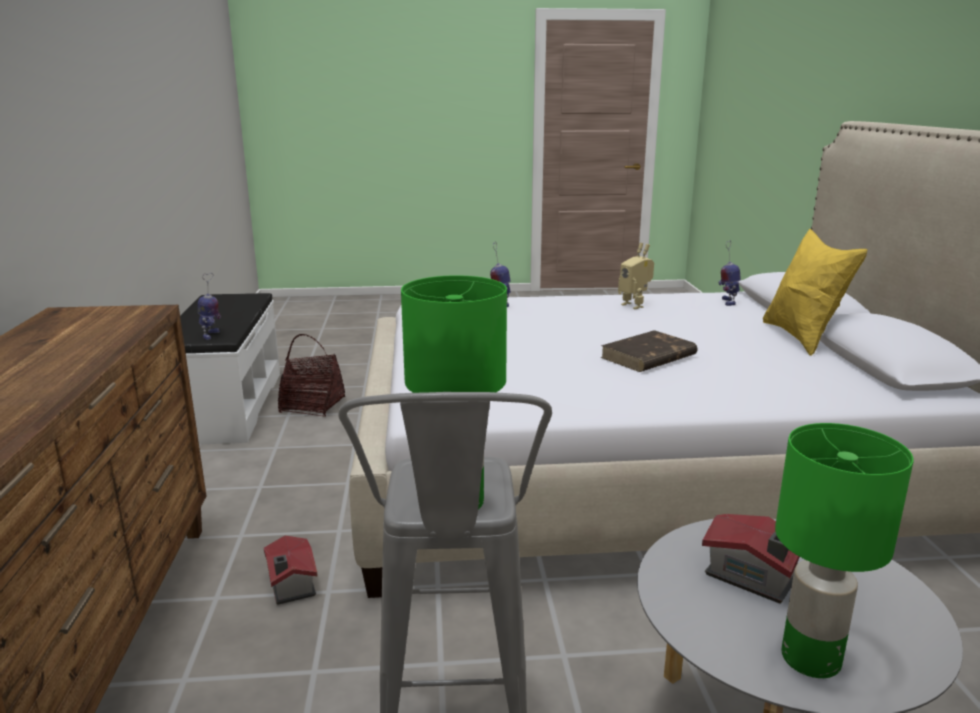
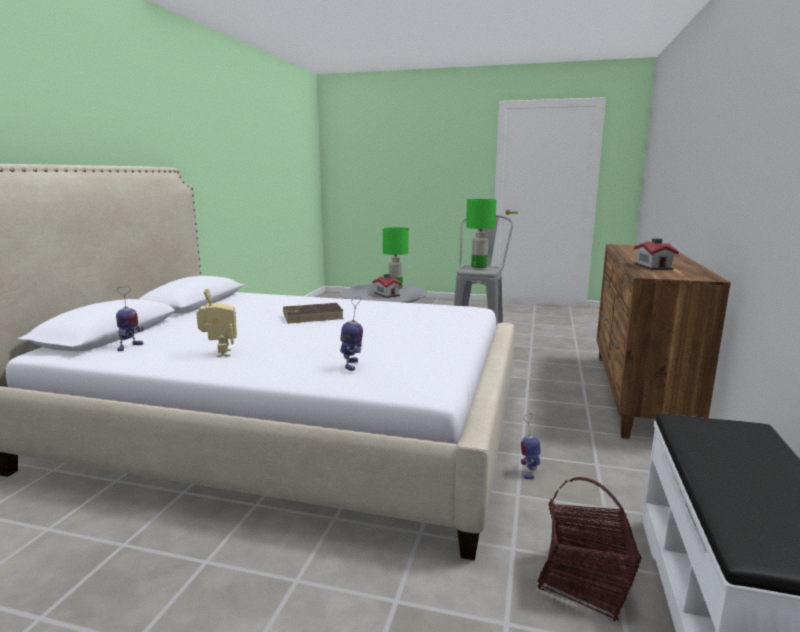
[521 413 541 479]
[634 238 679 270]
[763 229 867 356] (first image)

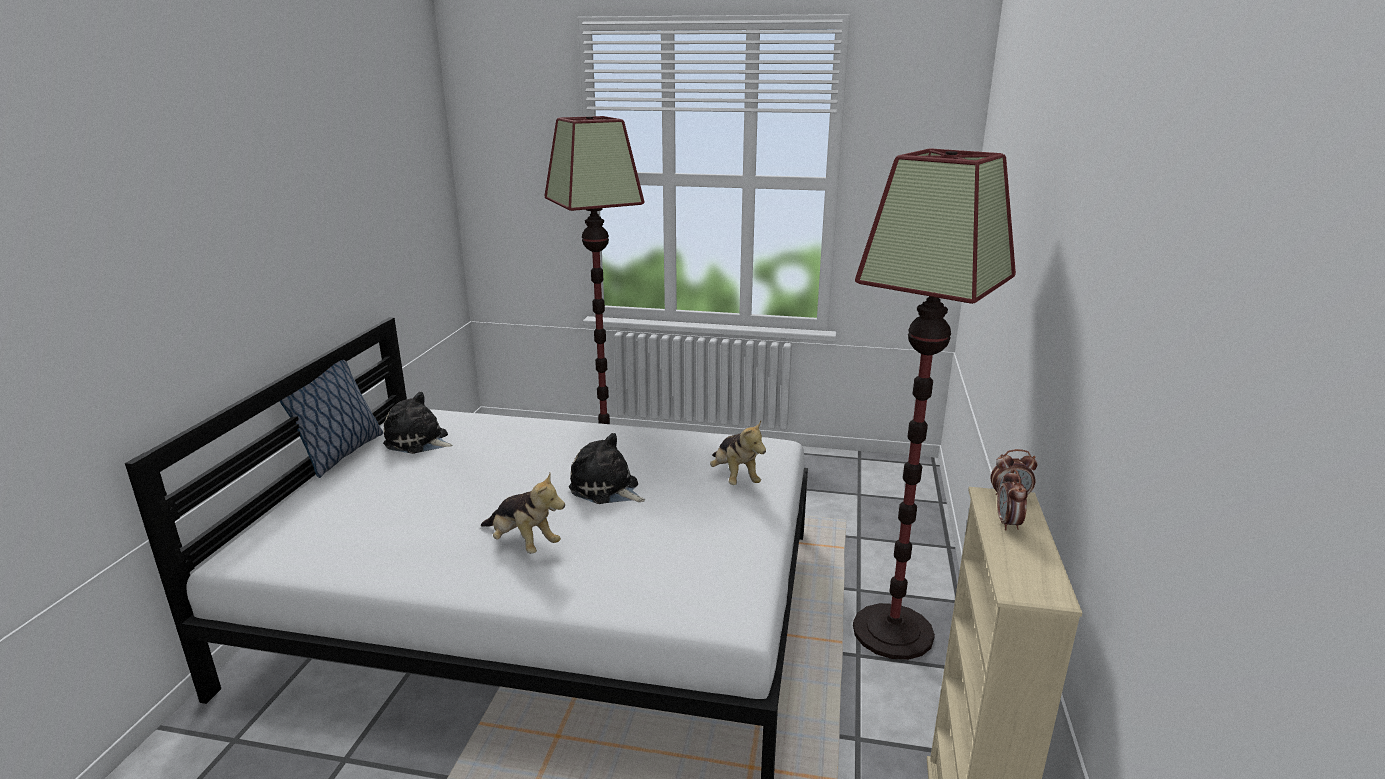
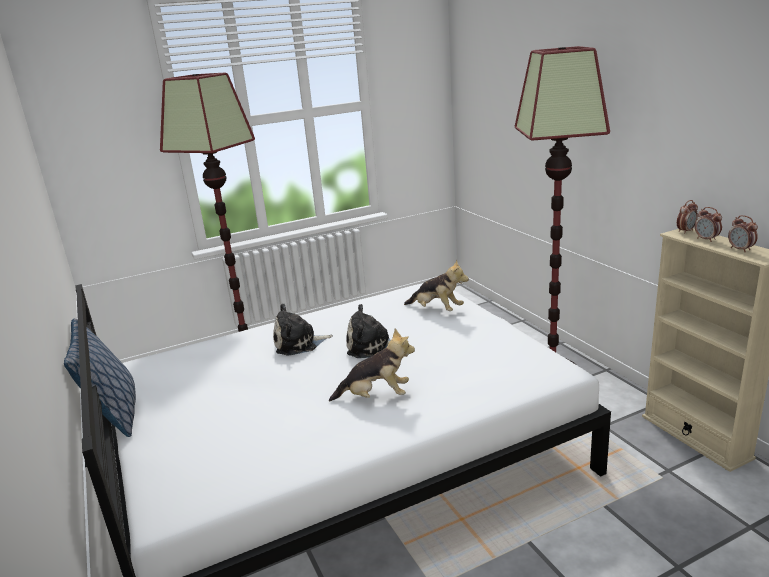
[273 303 333 356]
[728 215 758 253]

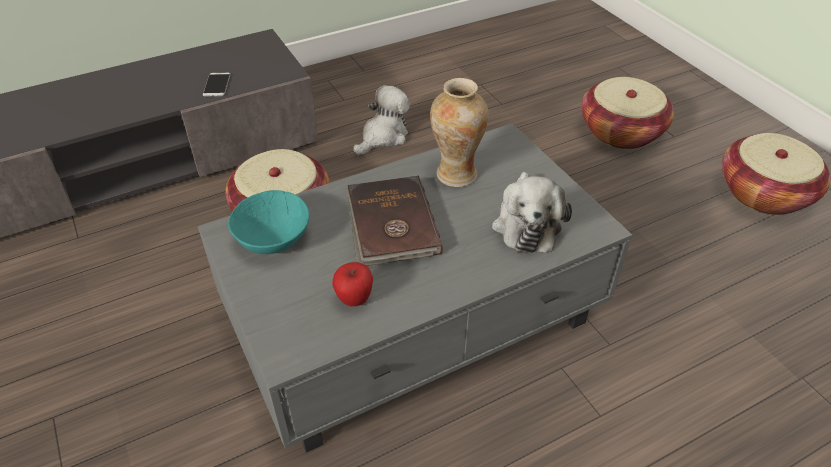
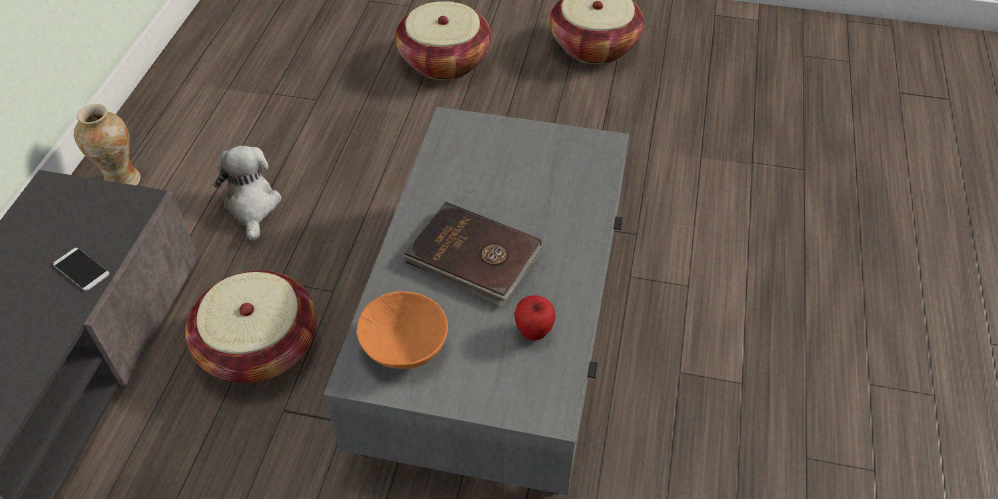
[357 291 448 369]
[74 104 140 186]
[492 172 572 253] (first image)

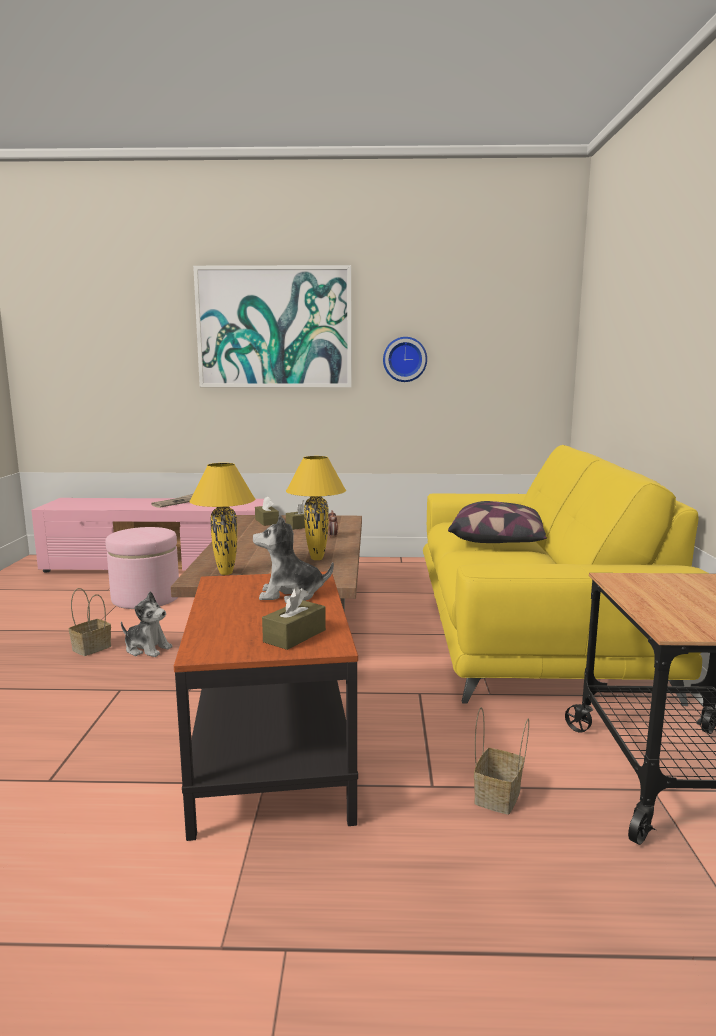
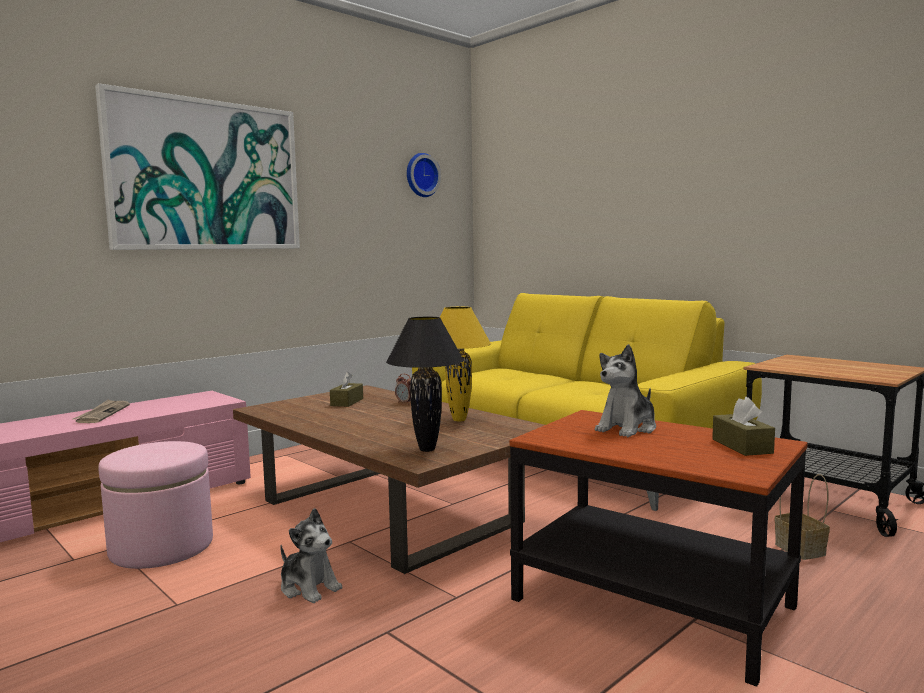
[69 588 111 656] (first image)
[280 508 342 603]
[386 317 464 452]
[255 496 279 526] (first image)
[407 153 441 197]
[448 501 547 543] (first image)

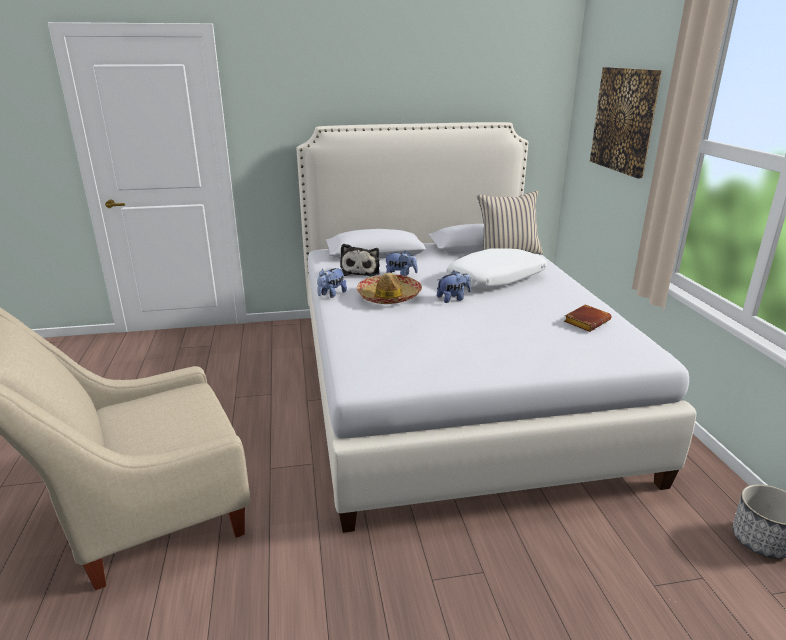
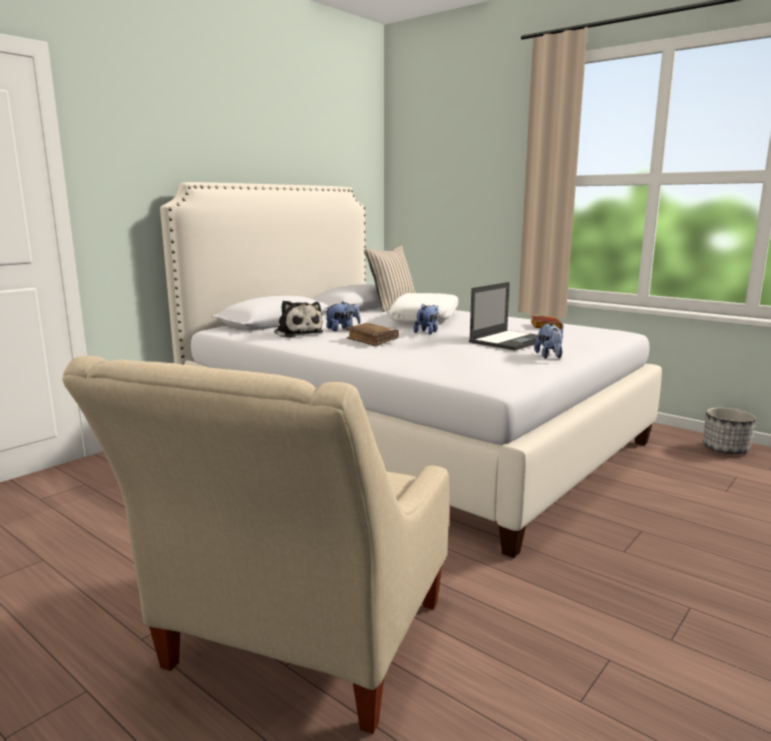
[534 324 563 359]
[346 323 399 347]
[590 67 662 178] (first image)
[469 282 538 351]

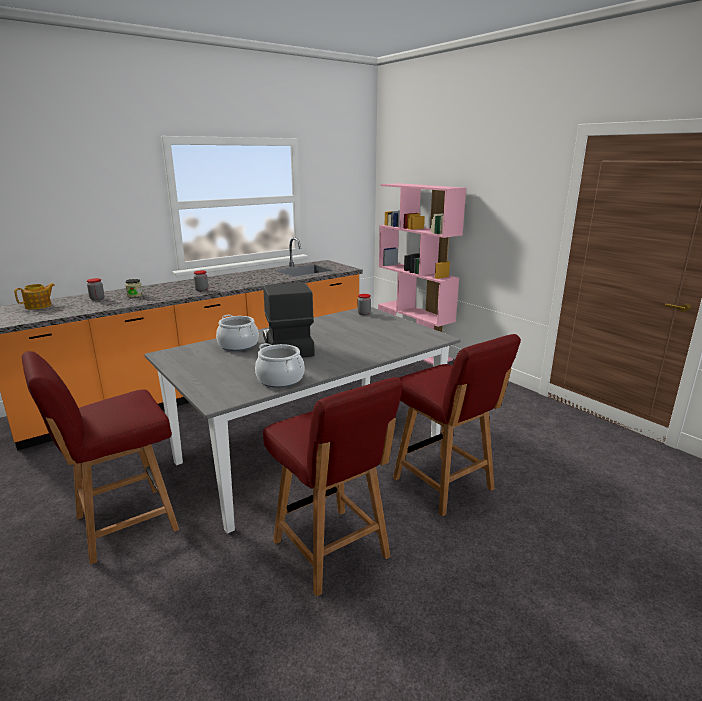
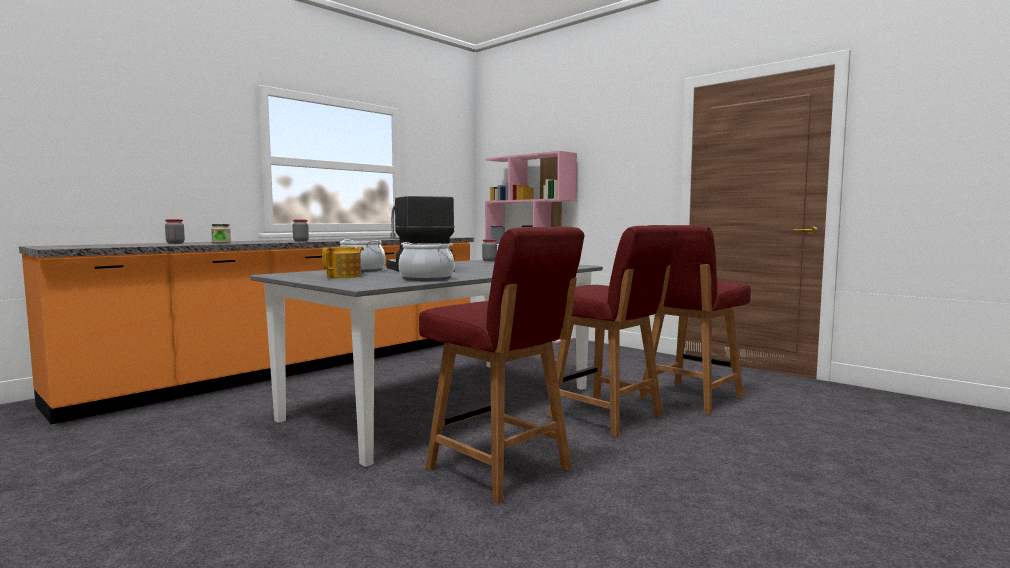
[322 246 364 278]
[640 225 751 415]

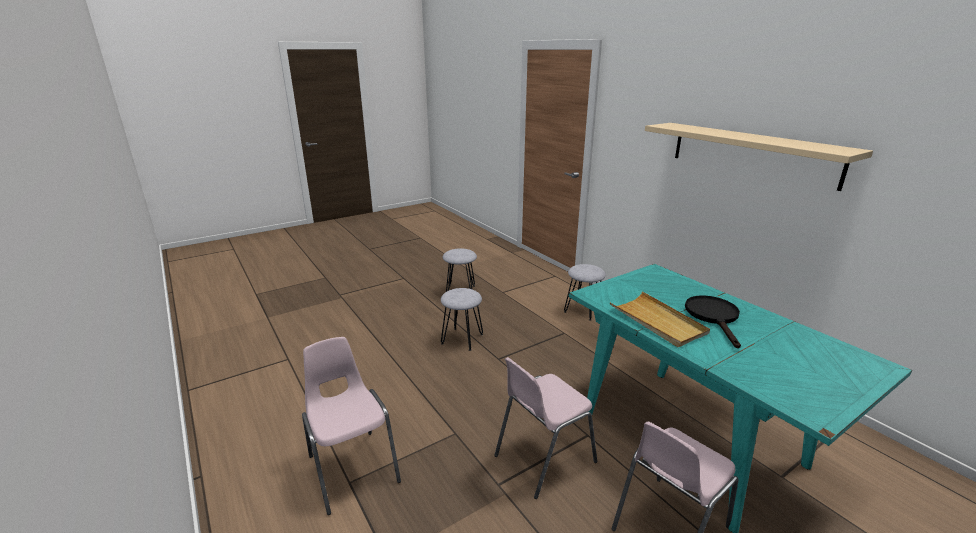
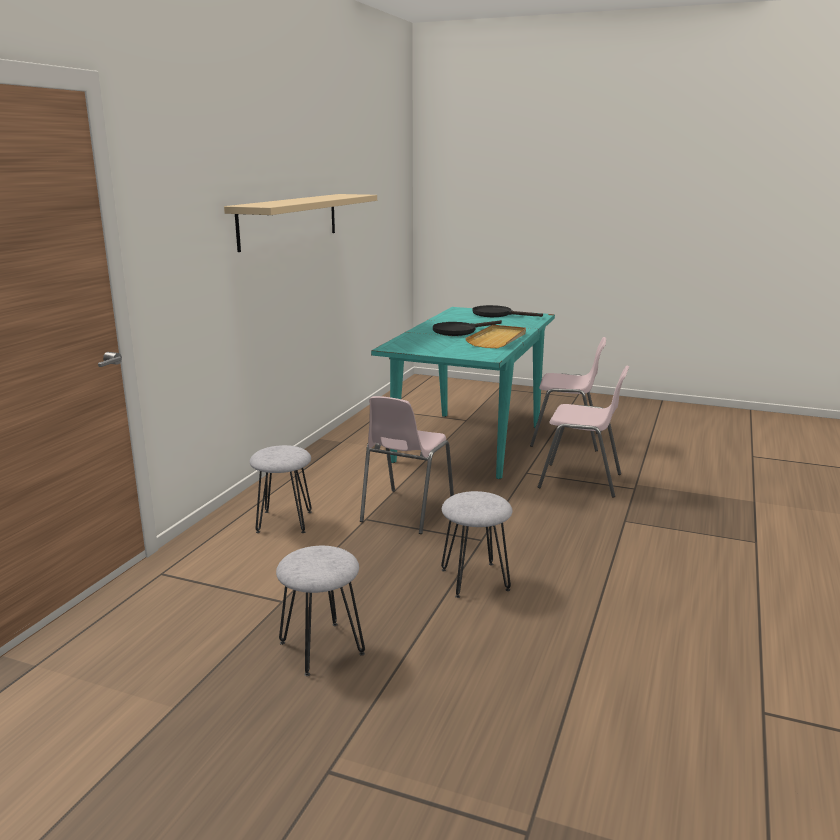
[360 396 454 534]
[472 305 543 317]

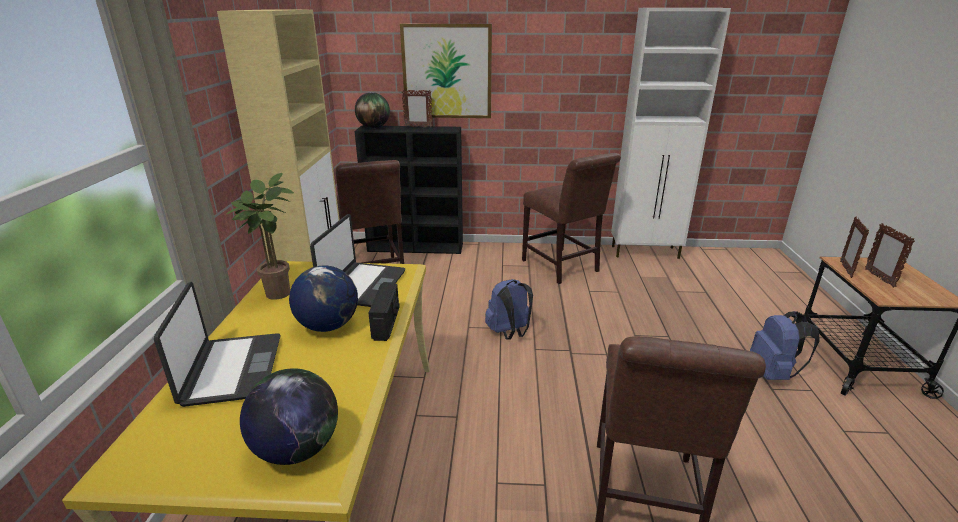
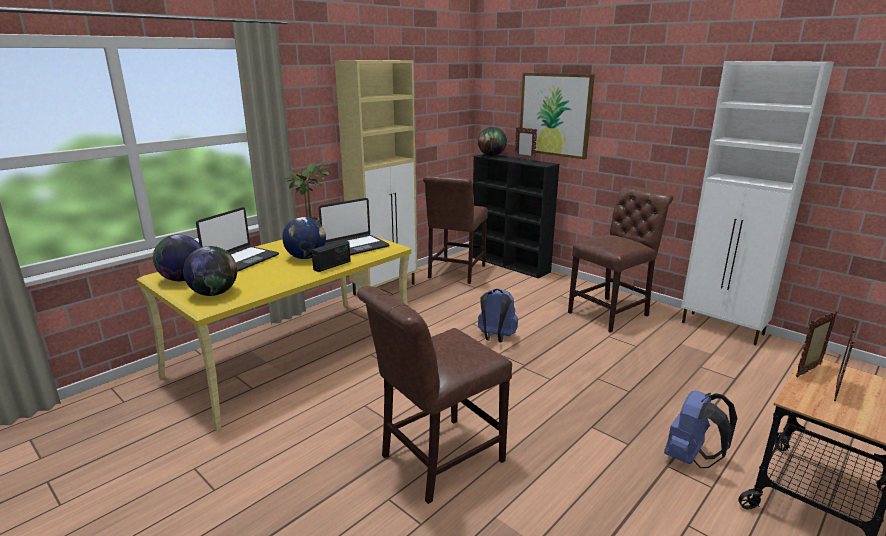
[568 185 673 333]
[153 234 201 281]

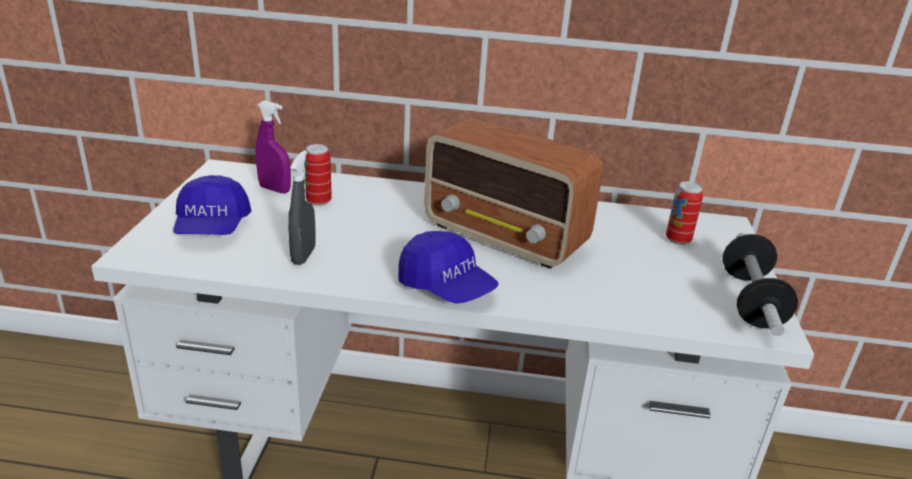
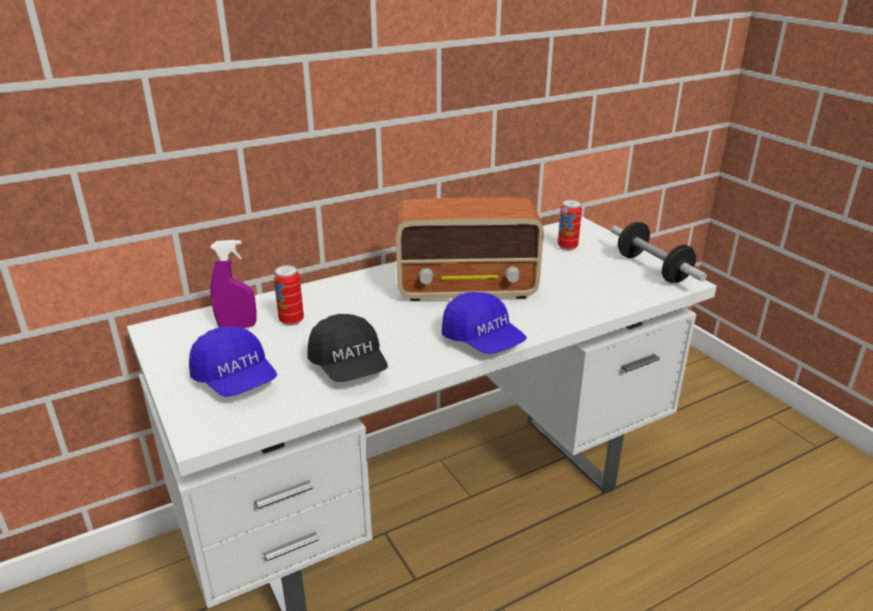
[307 314 388 382]
[442 292 527 354]

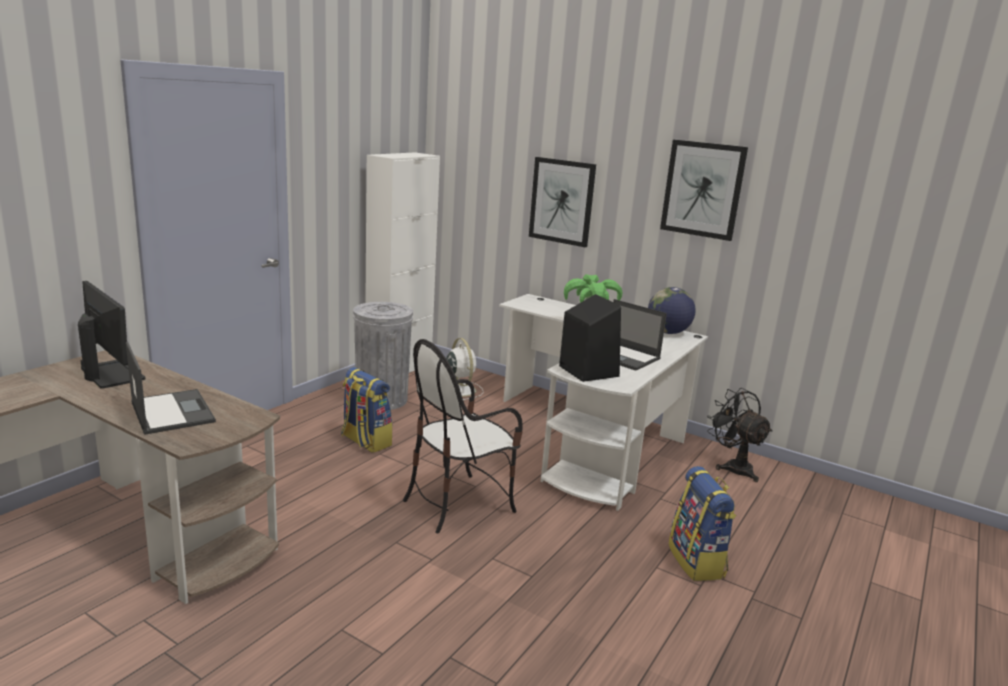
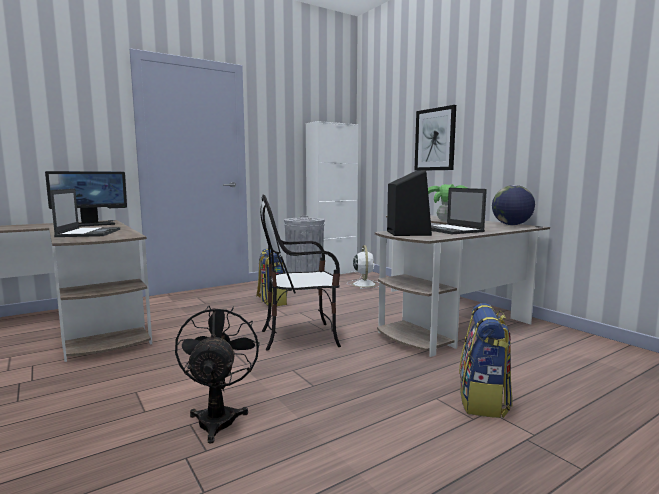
[45 171 127 227]
[375 215 550 357]
[660 140 748 241] (first image)
[175 306 260 444]

